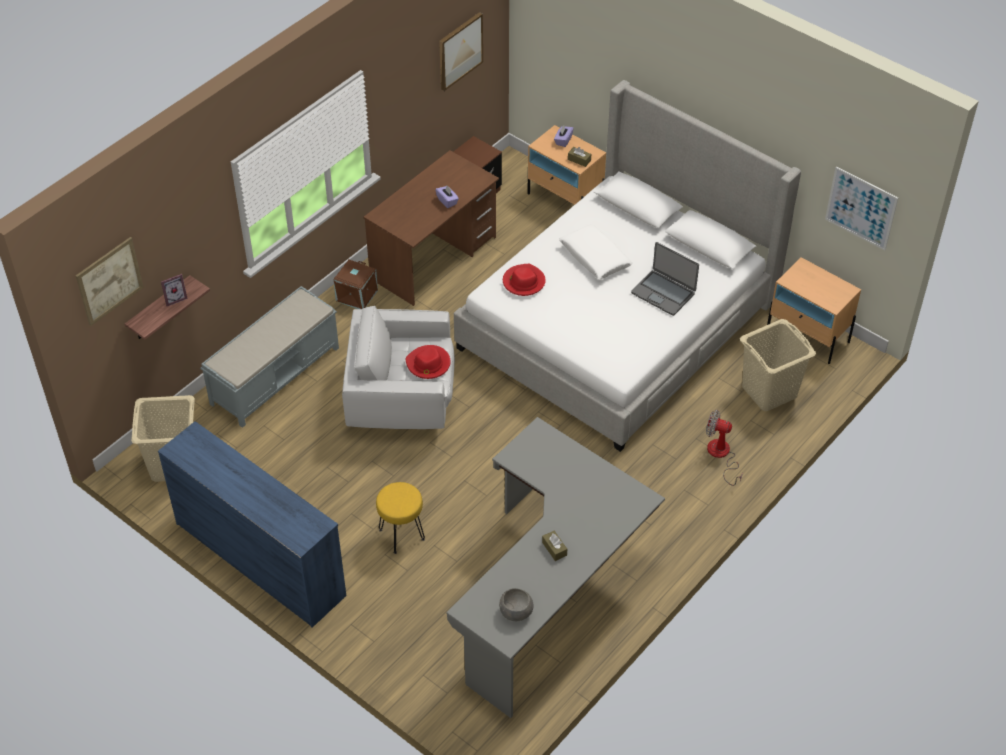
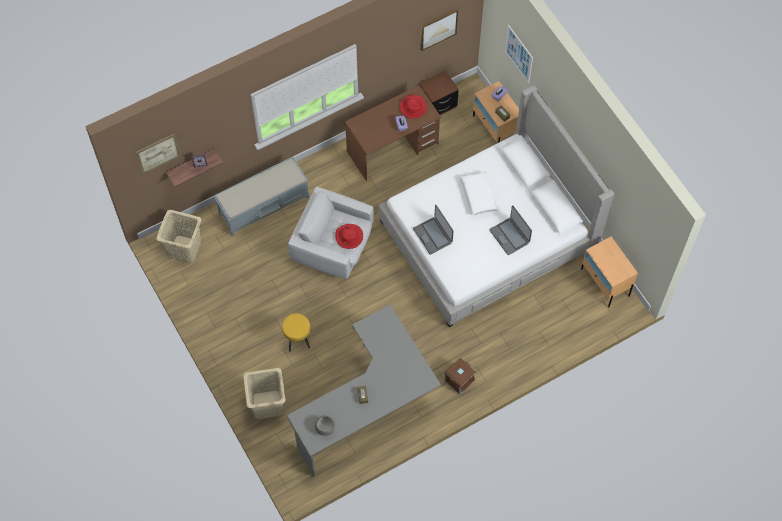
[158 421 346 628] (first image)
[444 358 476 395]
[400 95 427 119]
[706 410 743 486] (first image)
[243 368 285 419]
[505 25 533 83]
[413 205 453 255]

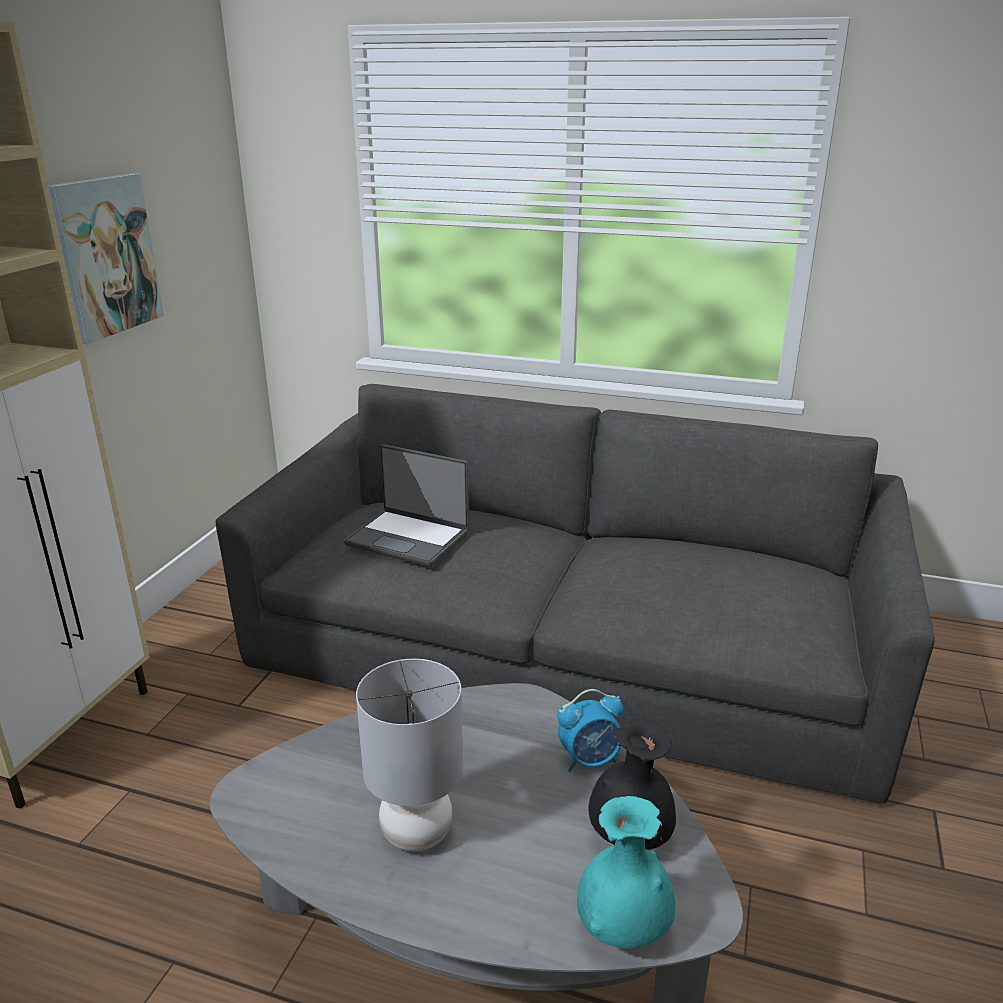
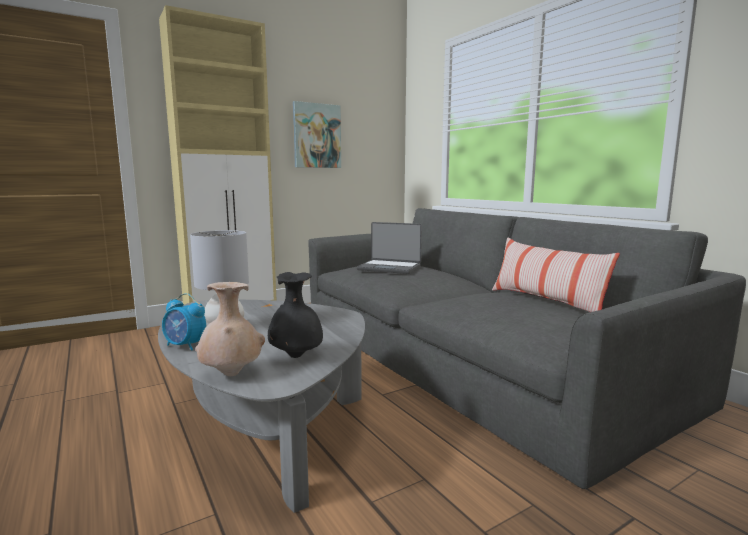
[357 222 422 274]
[162 293 206 351]
[195 282 265 376]
[492 238 620 312]

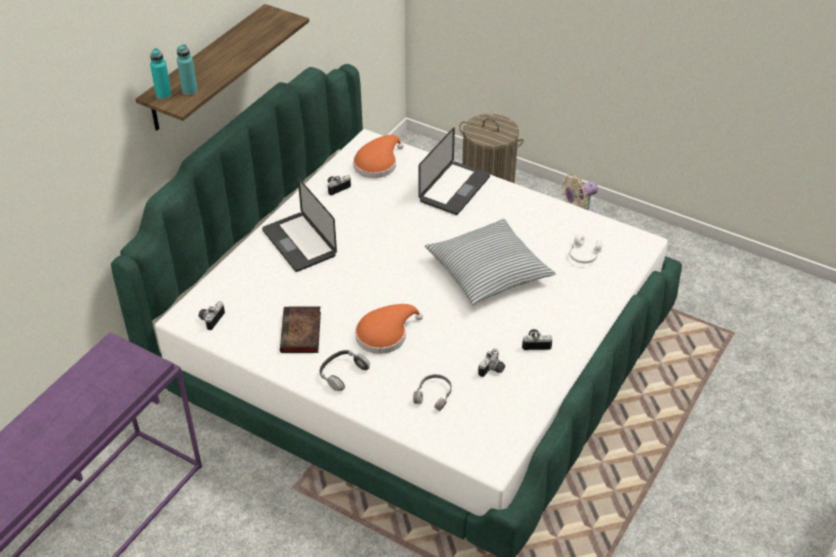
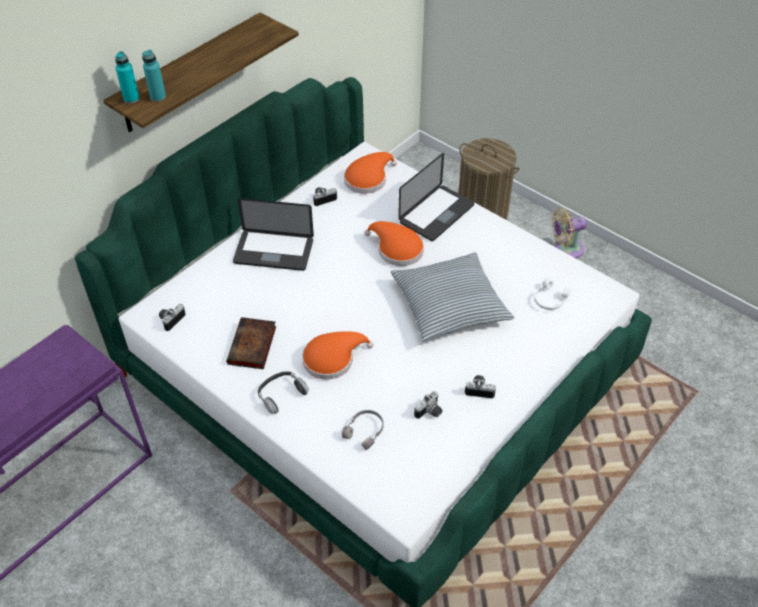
[233 198 314 271]
[364 221 424 266]

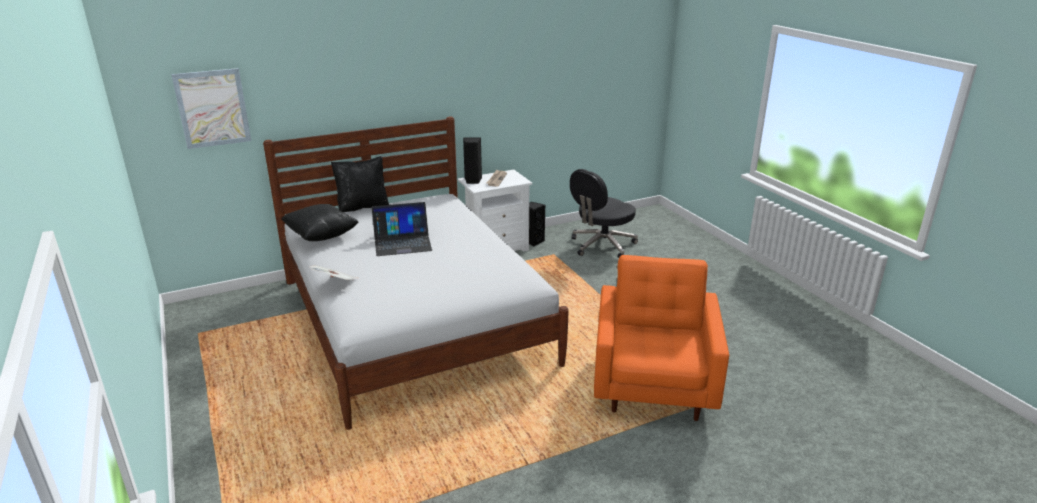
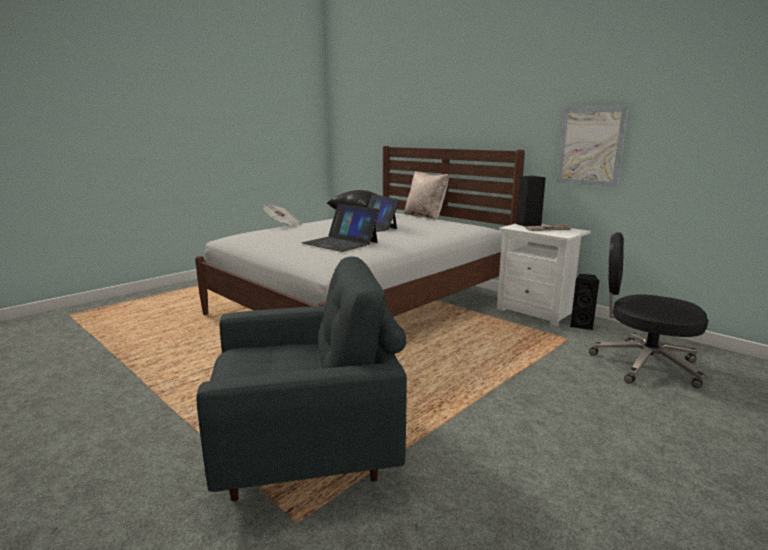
[557 106 629 187]
[404 171 449 220]
[196 256 407 502]
[302 204 380 252]

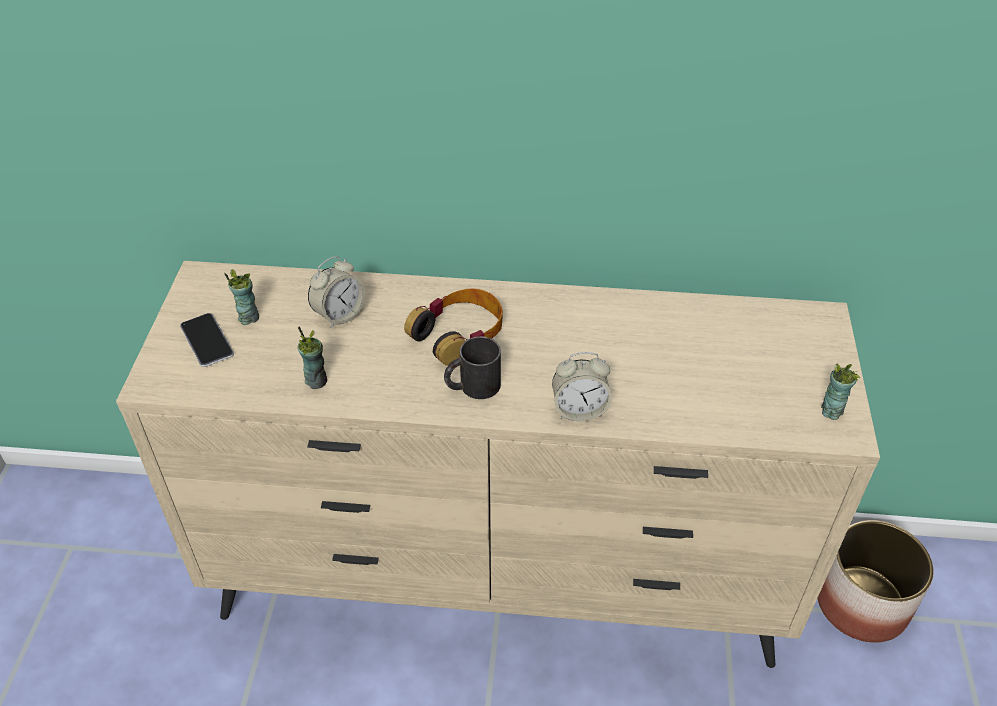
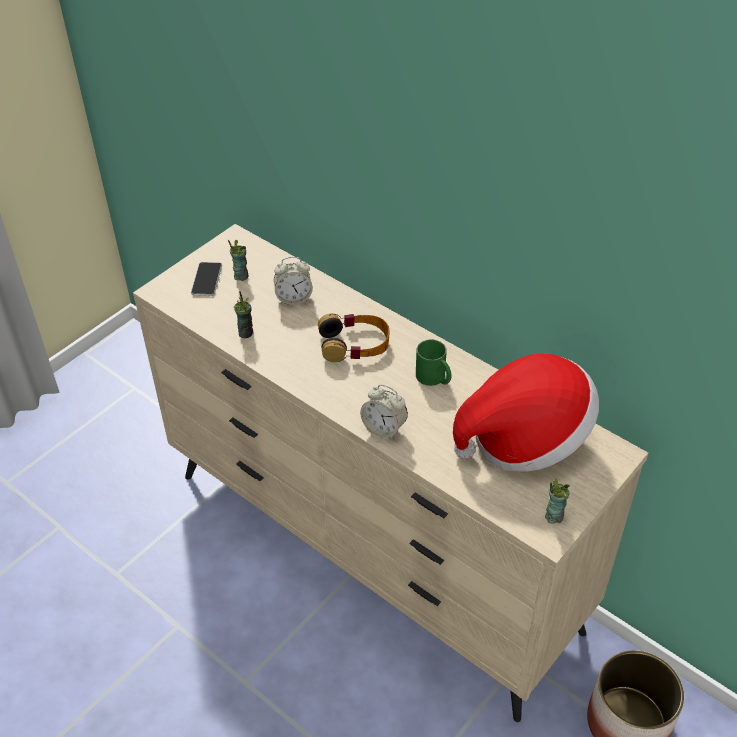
[444 336 501 399] (first image)
[416 339 451 386]
[453 353 599 472]

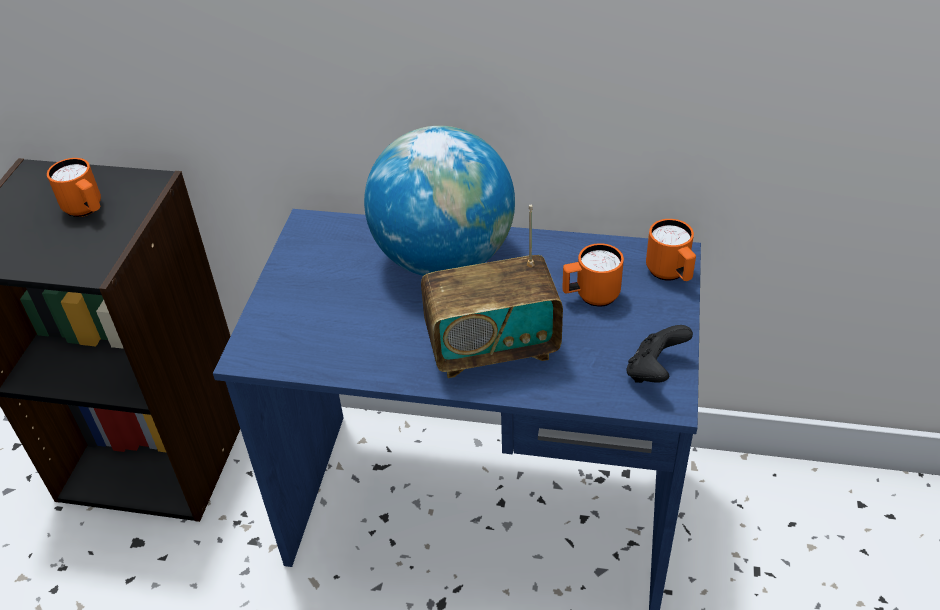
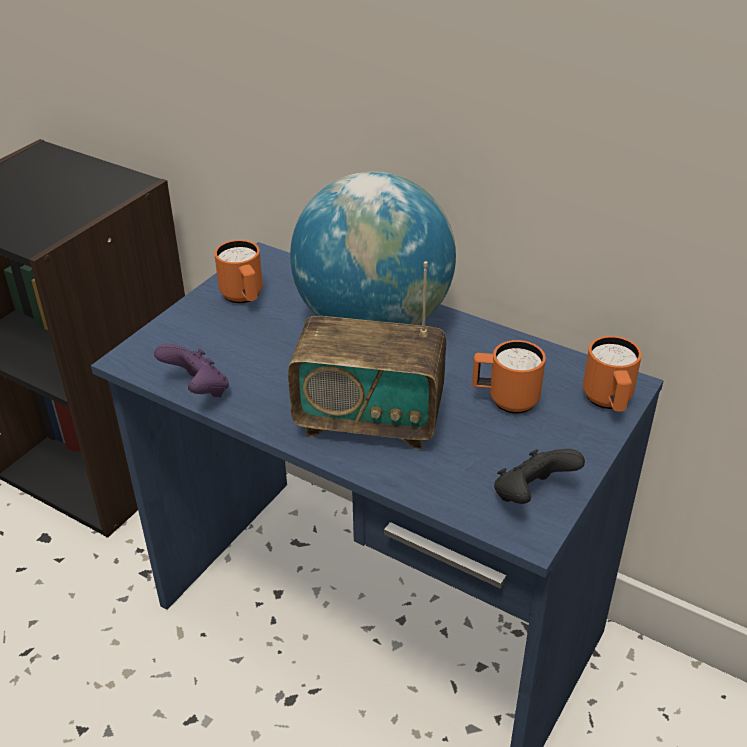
[214 240 263 304]
[154 344 229 397]

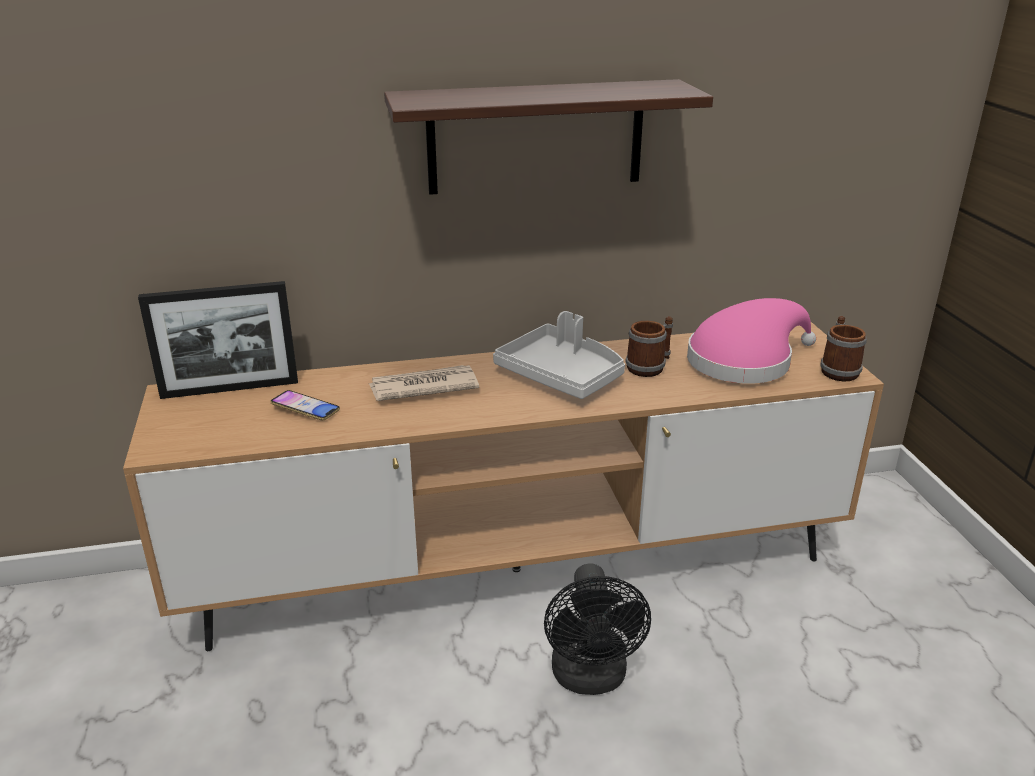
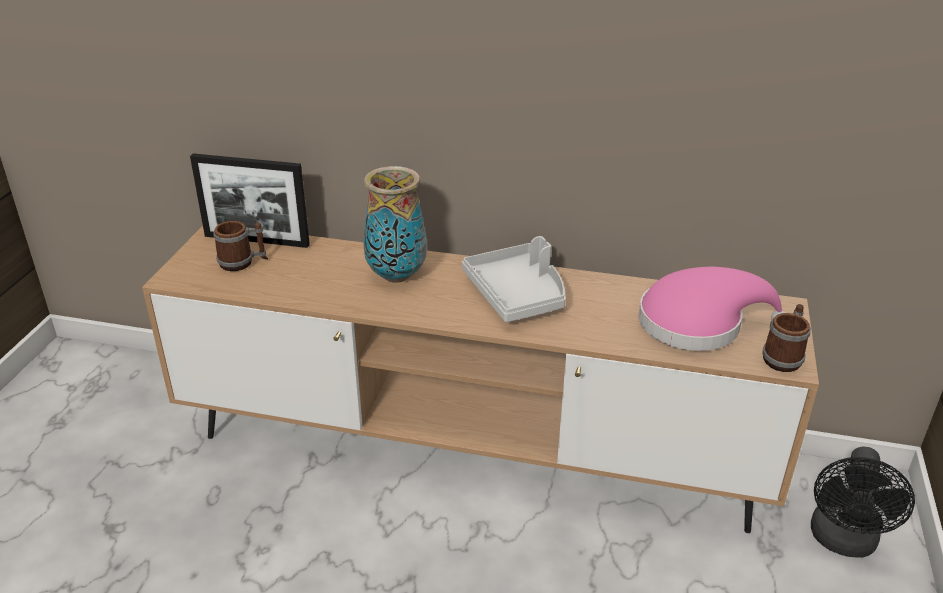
[270 390 340 420] (first image)
[363 166 427 283]
[384 79 713 195] (first image)
[811 446 915 558]
[213 221 268 271]

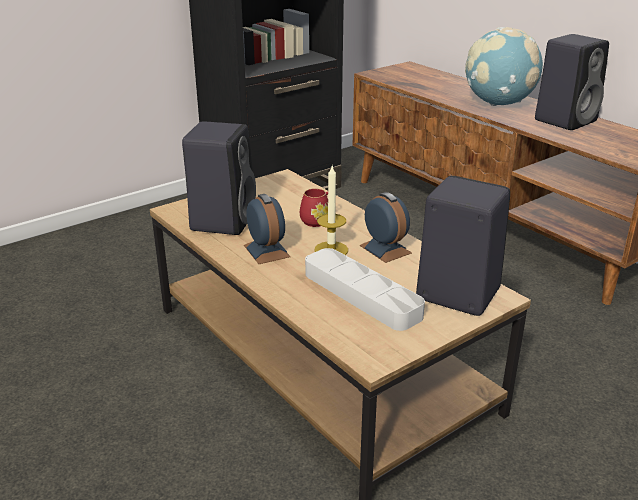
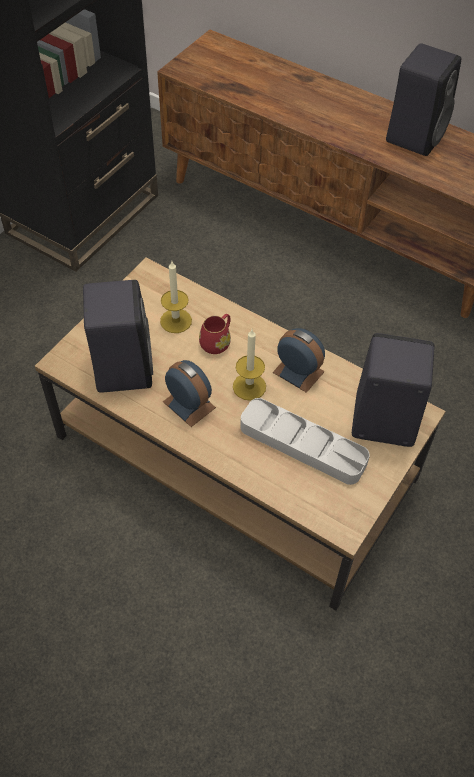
[465 27 543 106] (first image)
[160 261 192 333]

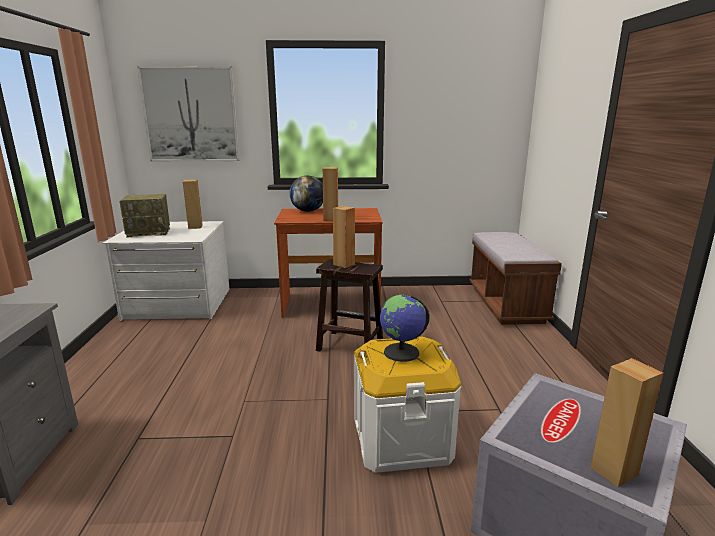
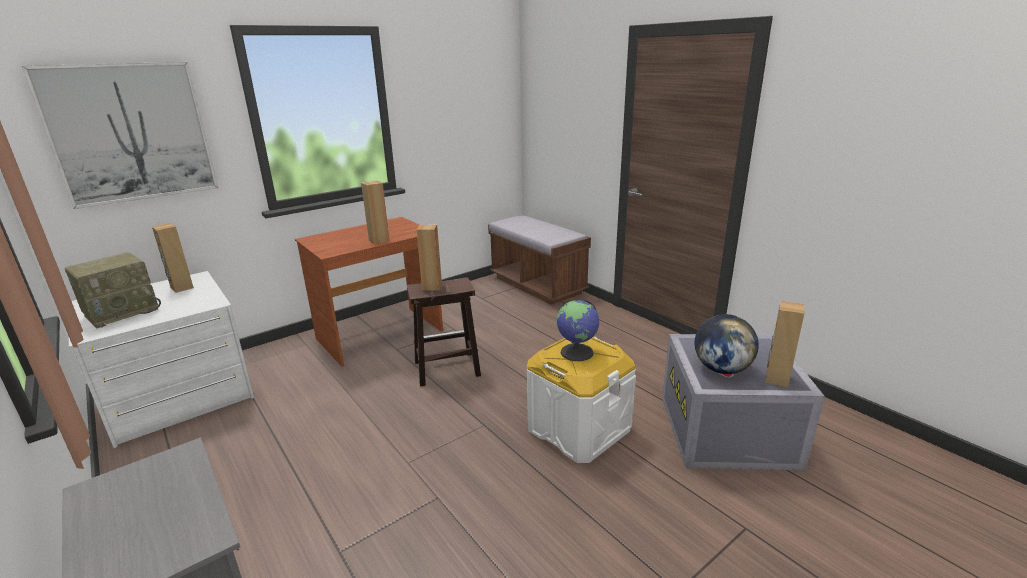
[695 314 759 374]

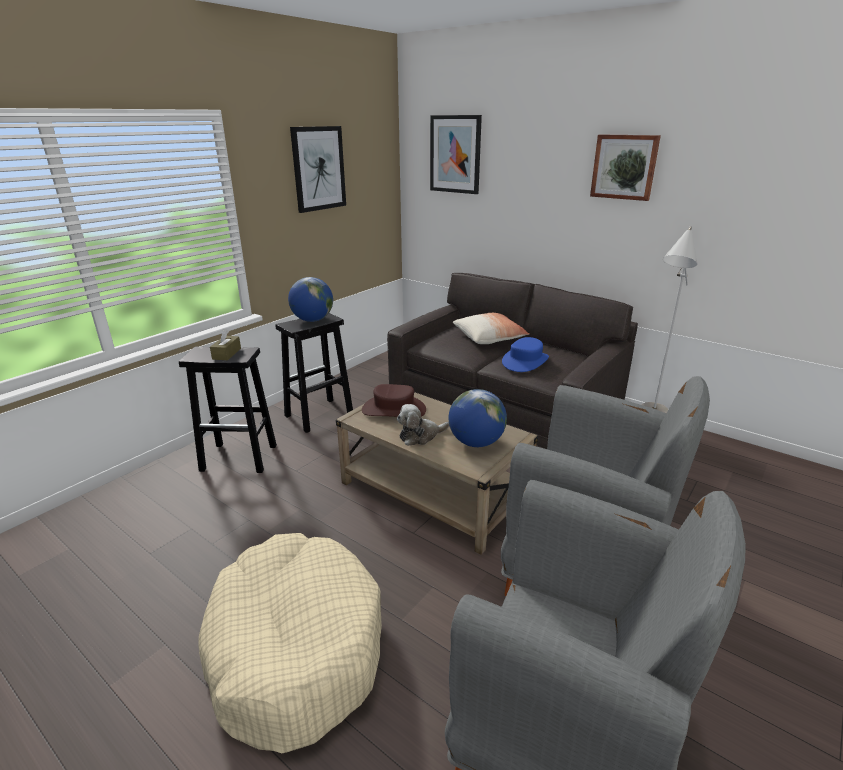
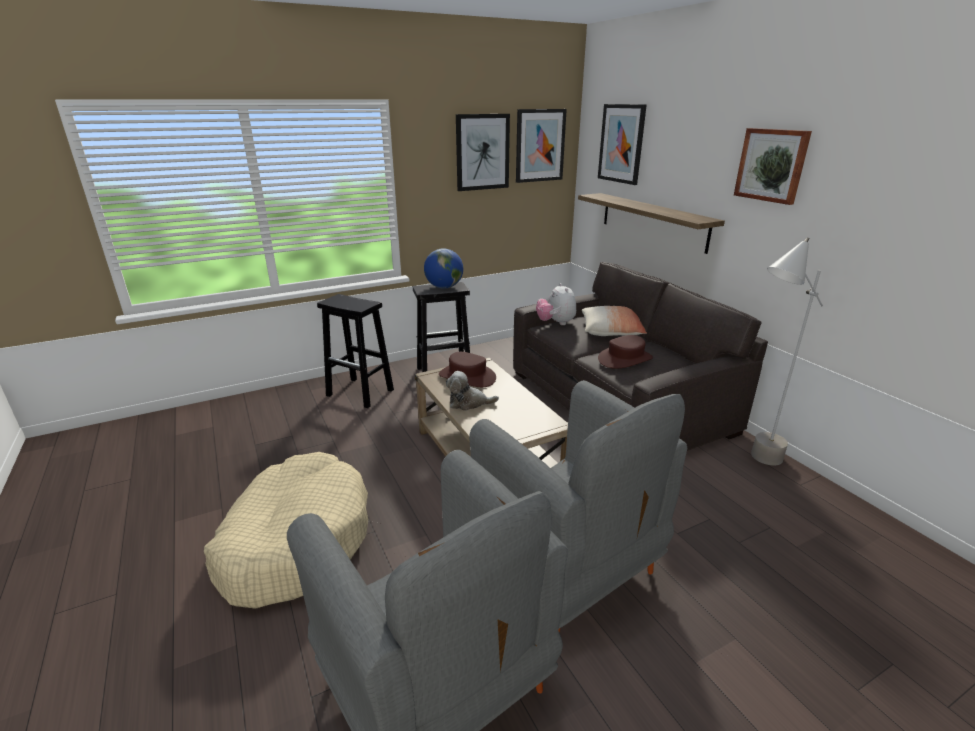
[210 329 241 360] (first image)
[449 389 507 447] (first image)
[598 335 653 369]
[516 109 567 183]
[536 283 576 325]
[578 193 725 254]

